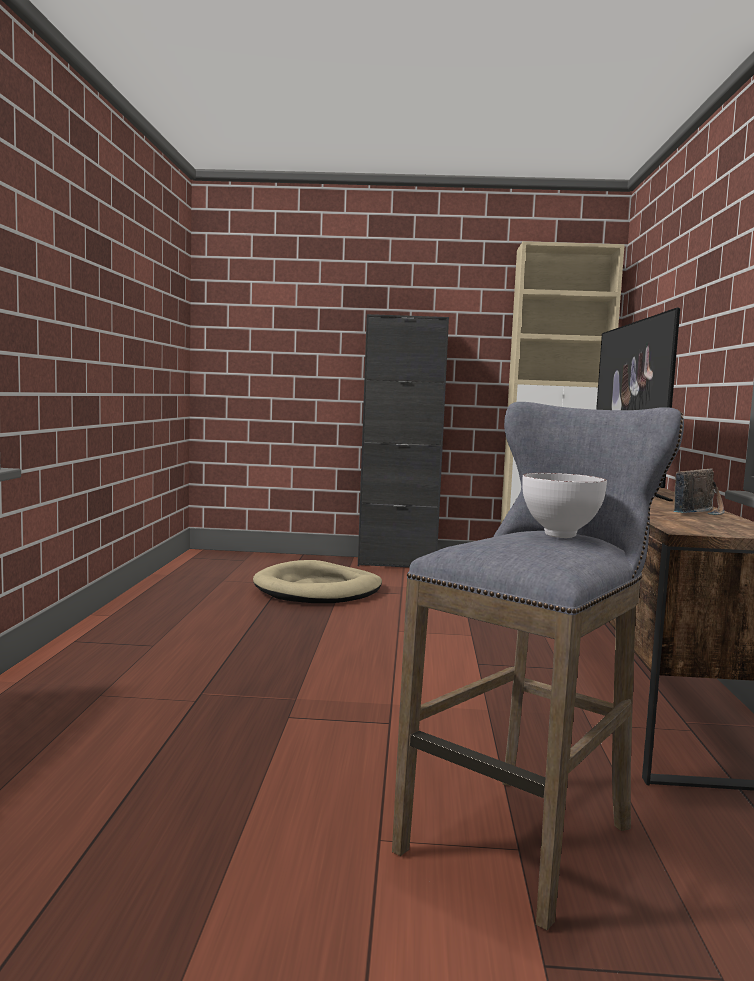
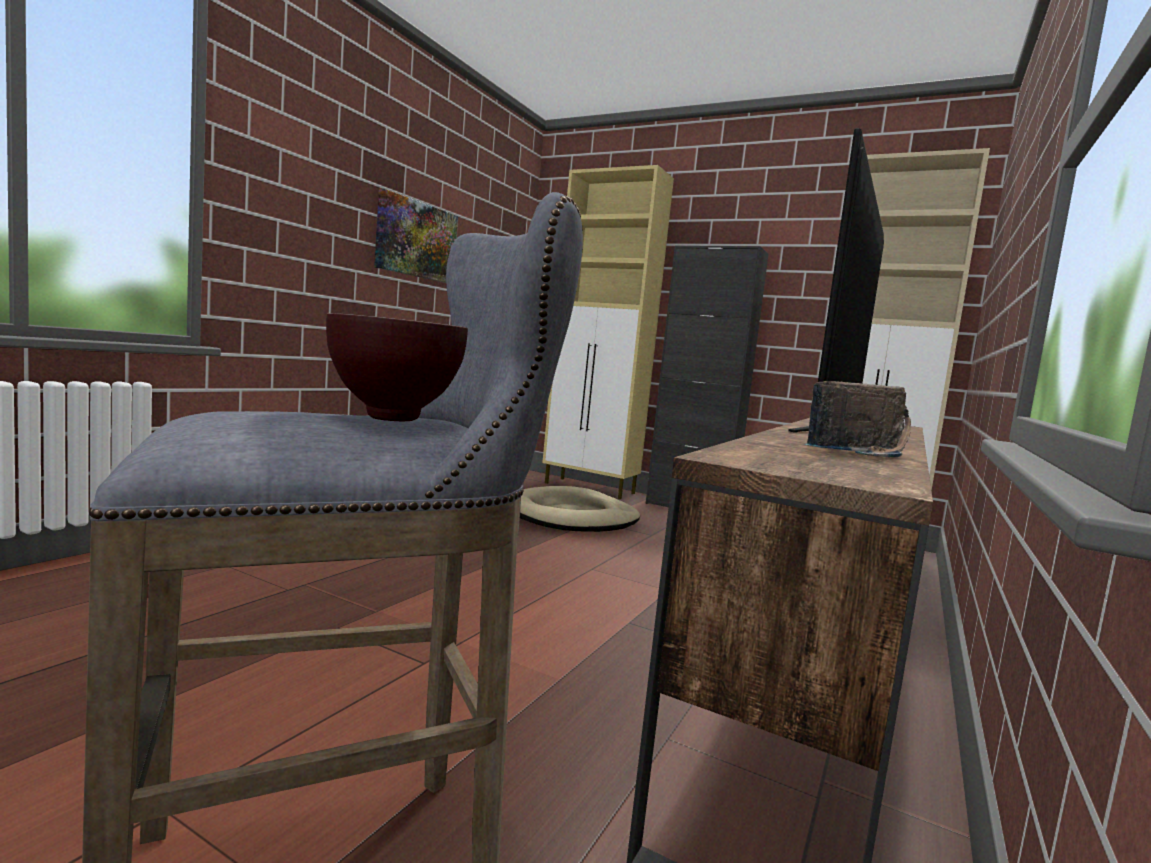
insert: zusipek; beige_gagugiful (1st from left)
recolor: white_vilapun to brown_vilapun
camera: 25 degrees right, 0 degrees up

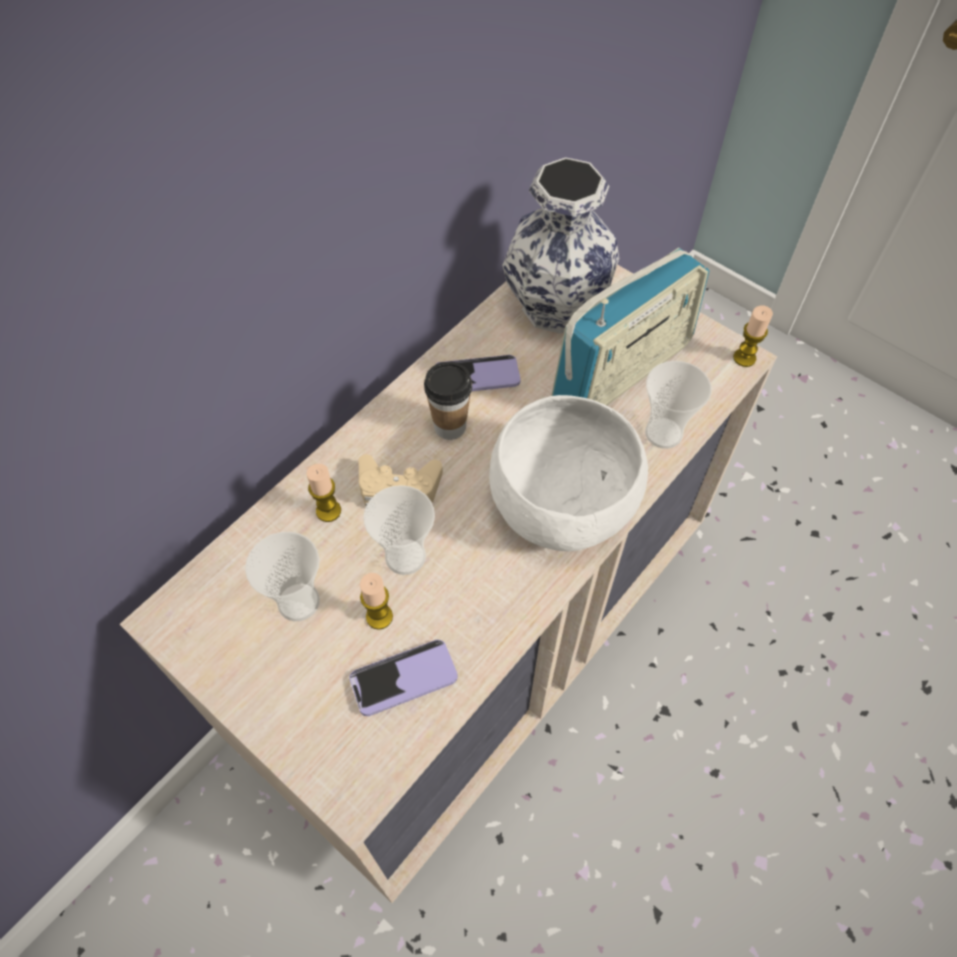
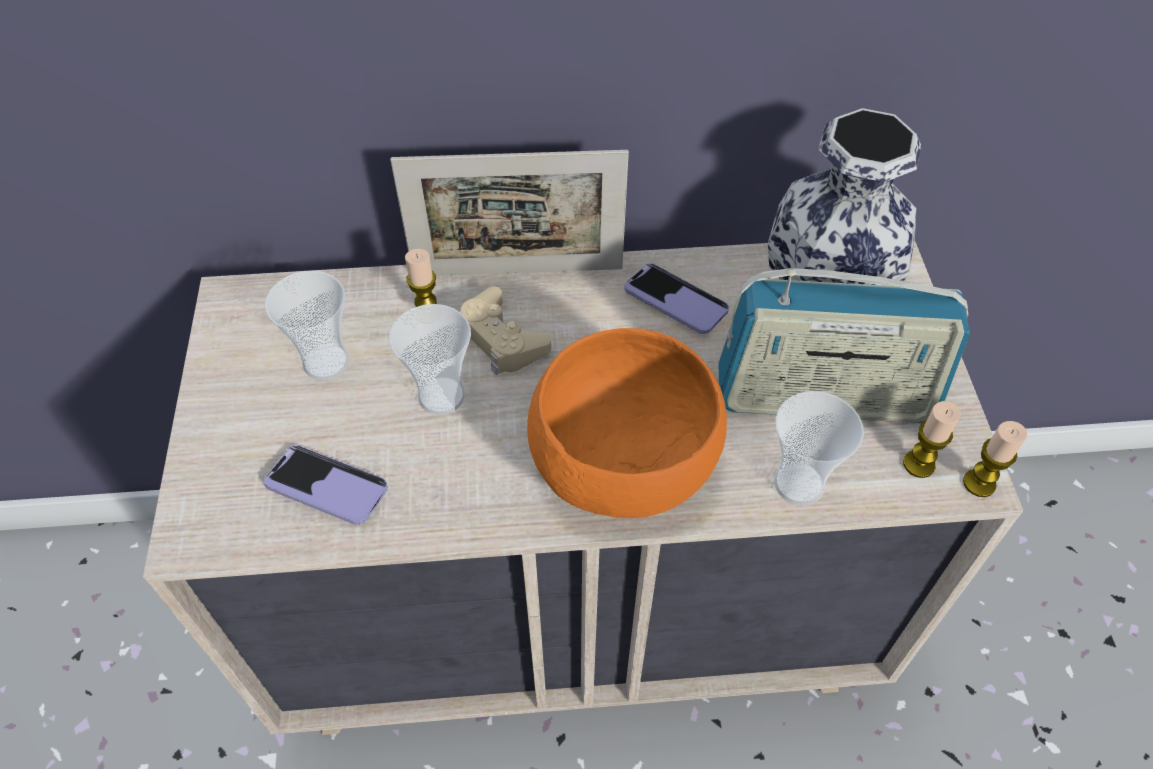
delete: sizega (3rd from left)
insert: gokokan
move: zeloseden (2nd from left)
recolor: white_vilapun to orange_vilapun
camera: 45 degrees right, 5 degrees down

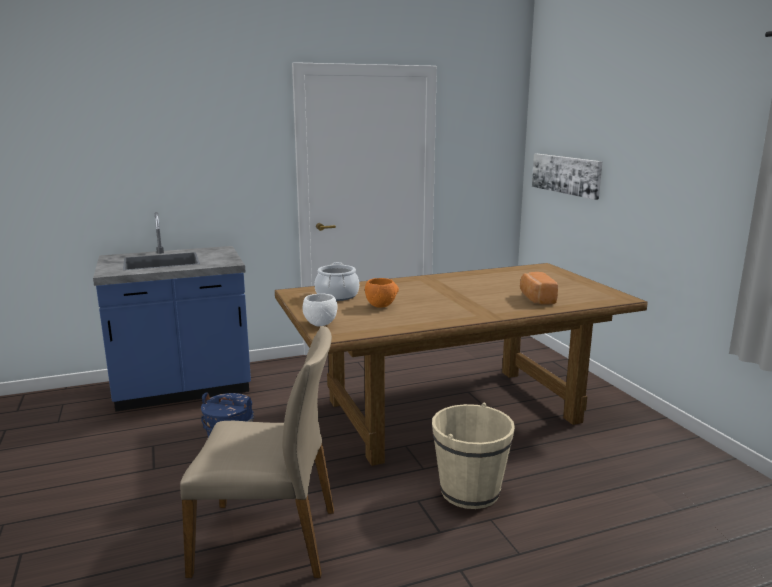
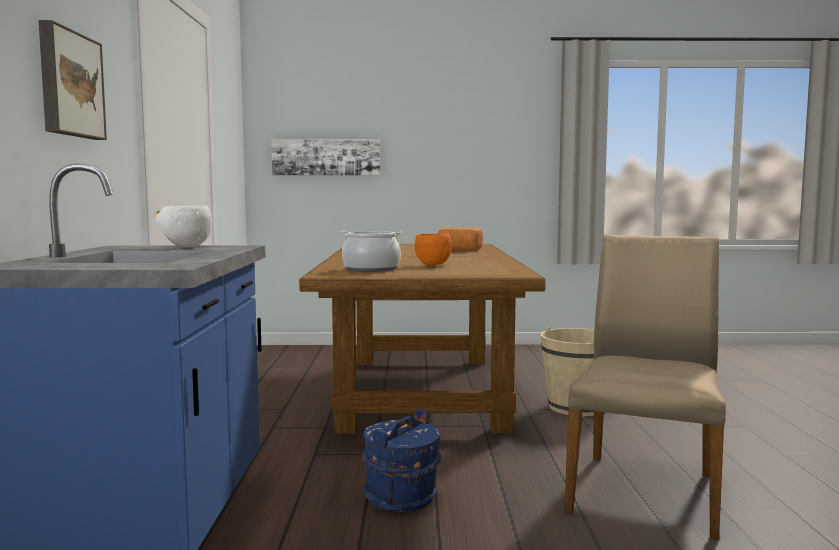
insert: zusipek (1st from left)
move: white_vilapun
camera: 70 degrees left, 10 degrees down

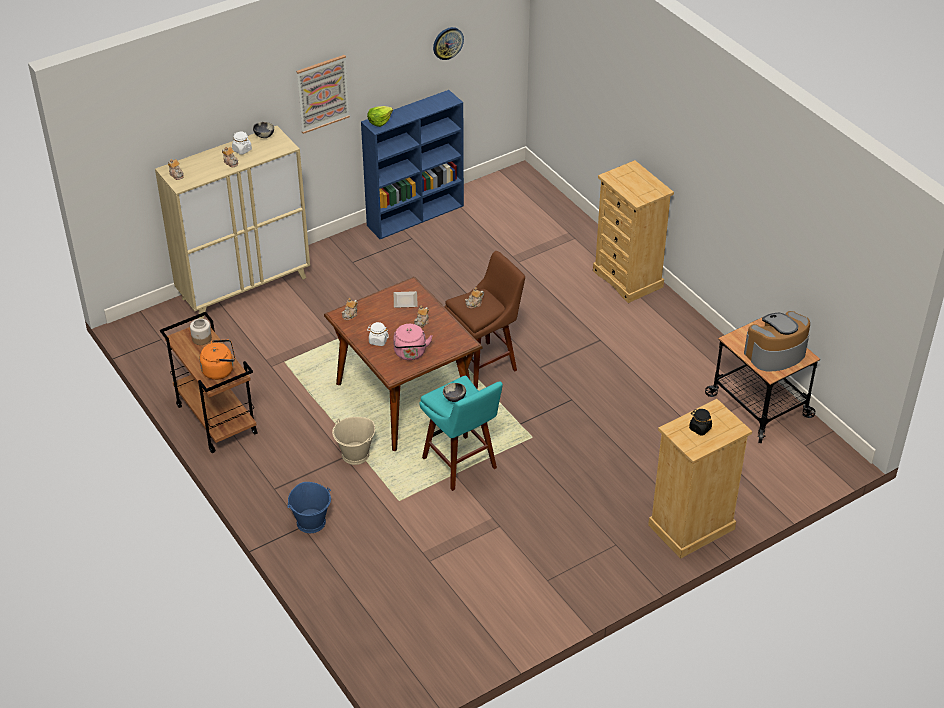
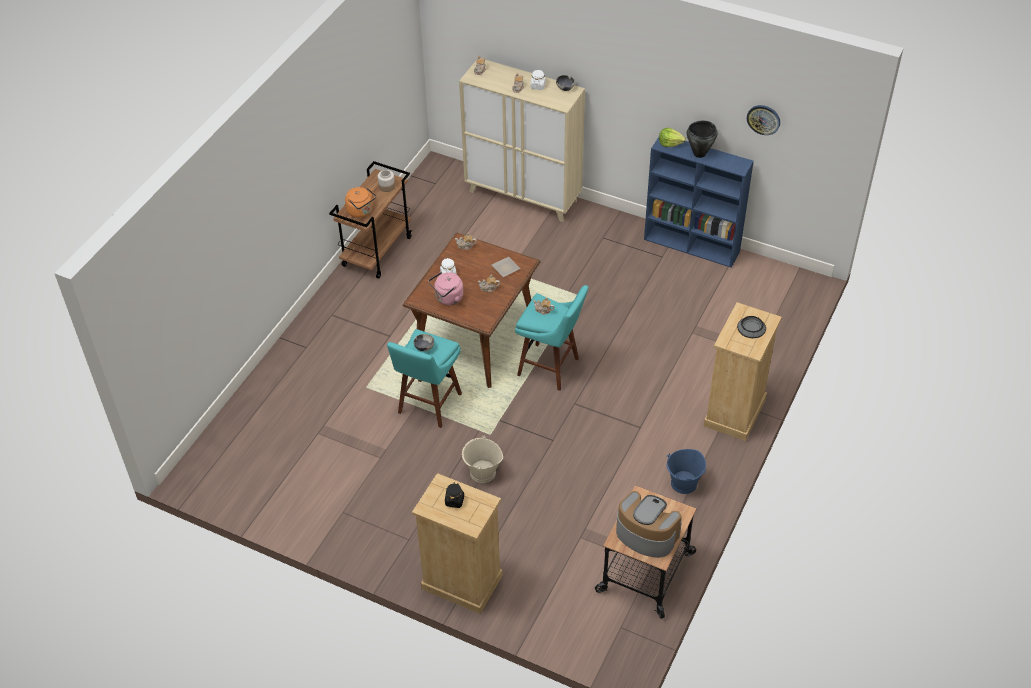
delete: zusipek
insert: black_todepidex; vilapun (3rd from left)
move: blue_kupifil; beige_kupifil
recolor: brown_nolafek to turquoise_nolafek (2nd from left)
camera: 60 degrees right, 5 degrees up

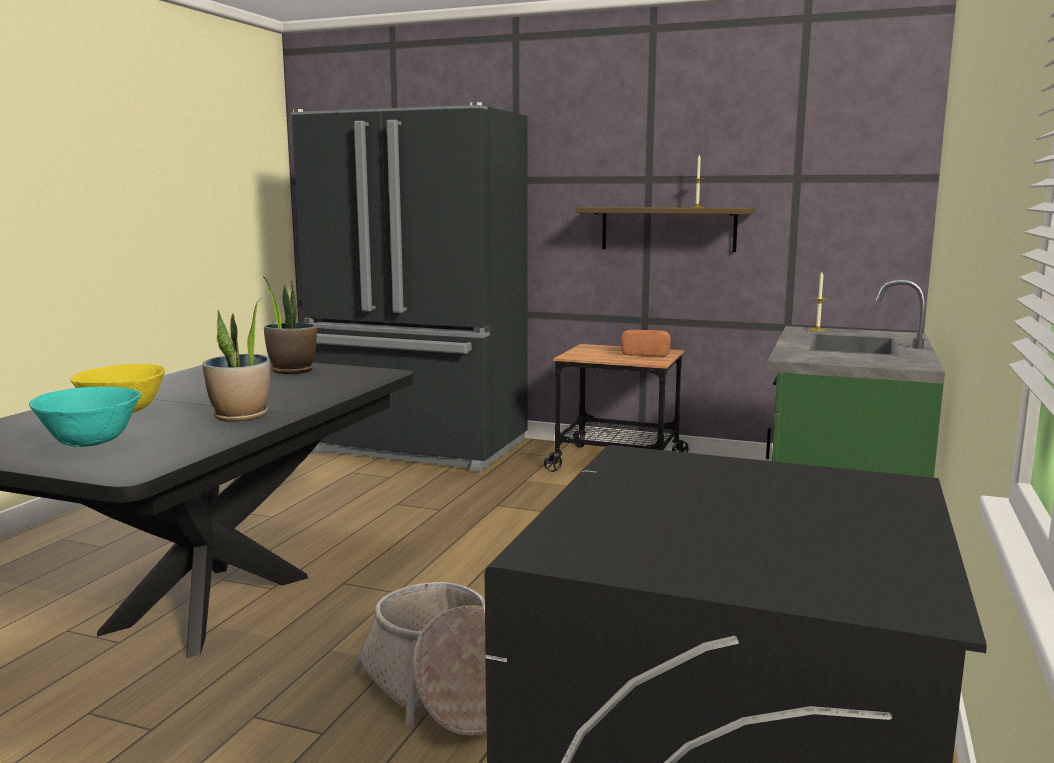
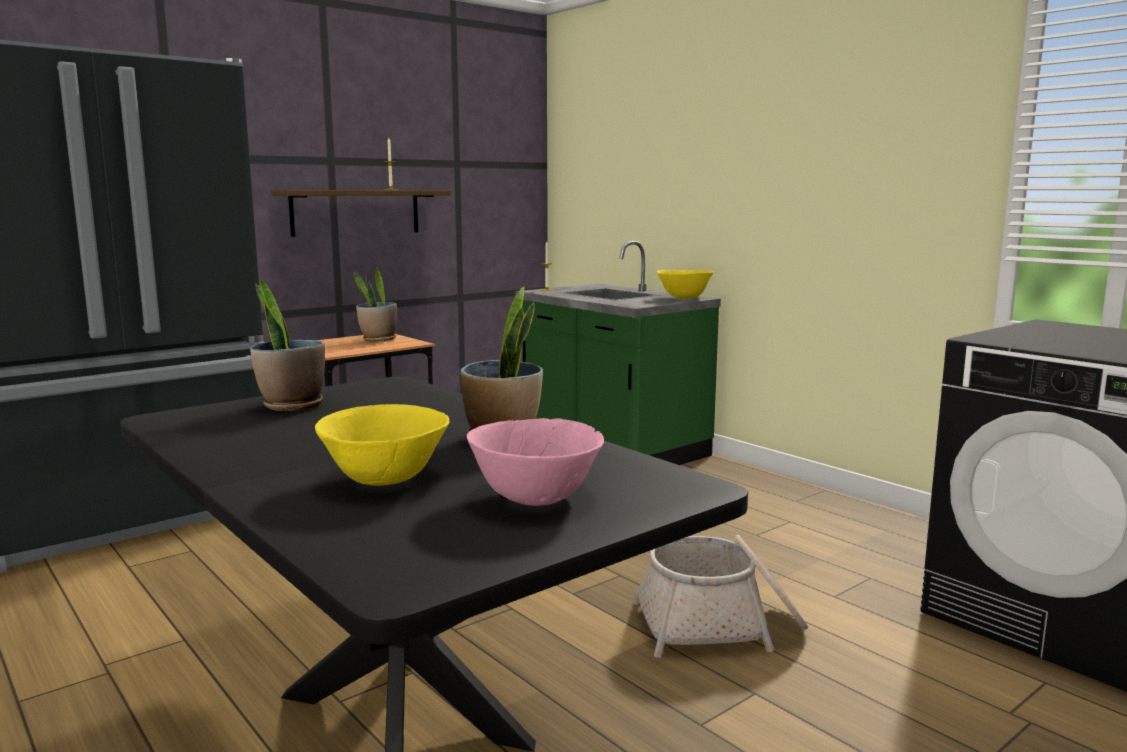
insert: yellow_vilapun (2nd from left)
replace: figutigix to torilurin (2nd from left)
recolor: turquoise_vilapun to pink_vilapun
camera: 60 degrees left, 0 degrees up

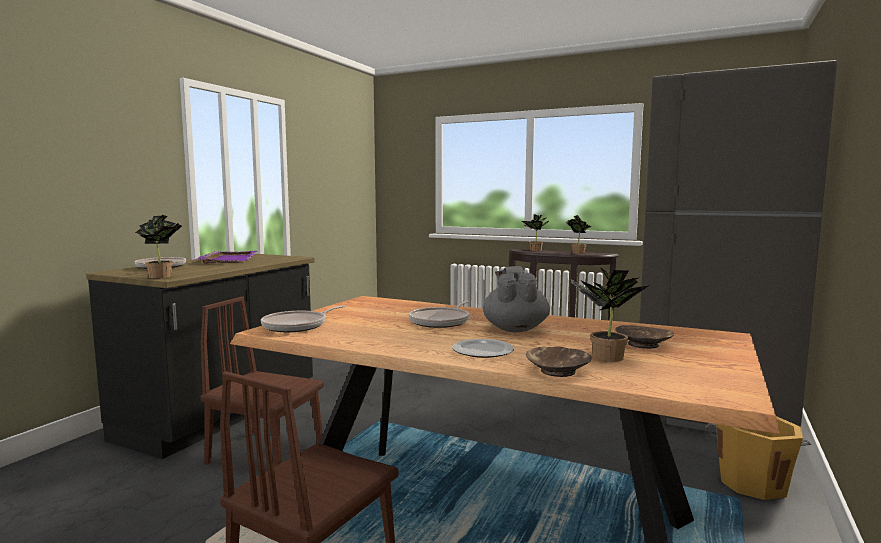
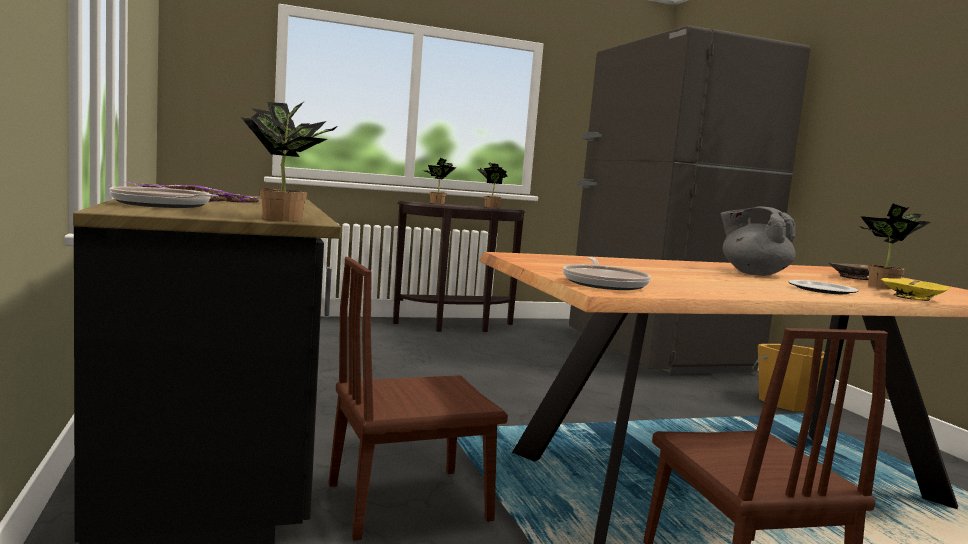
delete: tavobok (3rd from left)
recolor: brown_vilapun (1st from left) to yellow_vilapun
camera: 45 degrees left, 0 degrees up

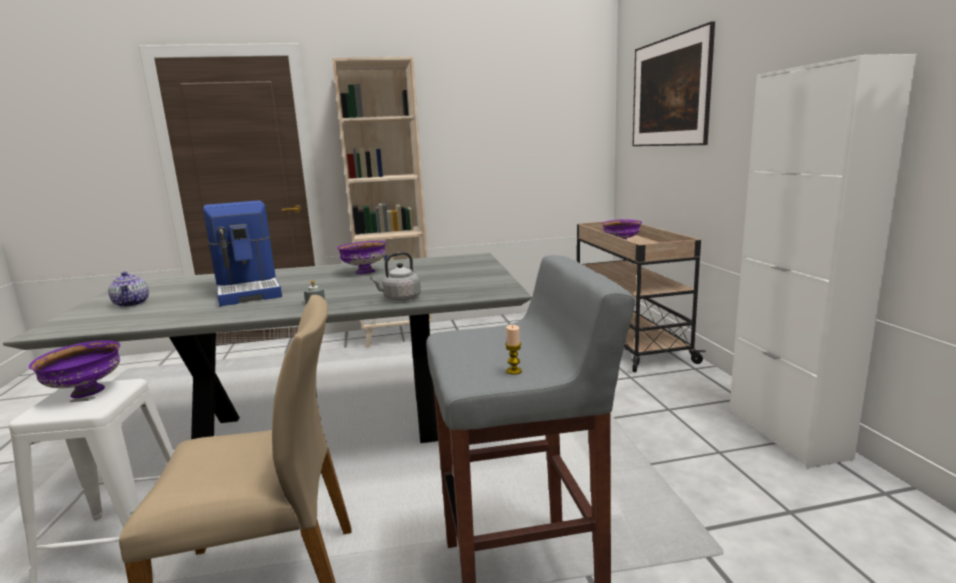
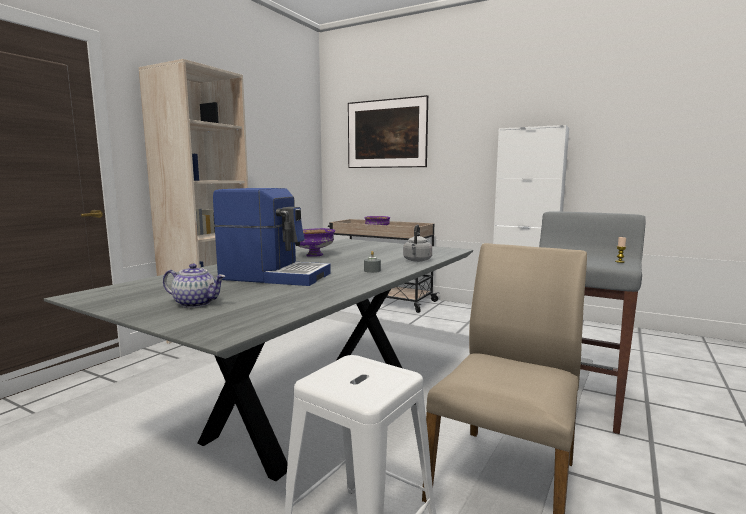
delete: purple_vilapun (1st from left)
camera: 50 degrees left, 5 degrees down

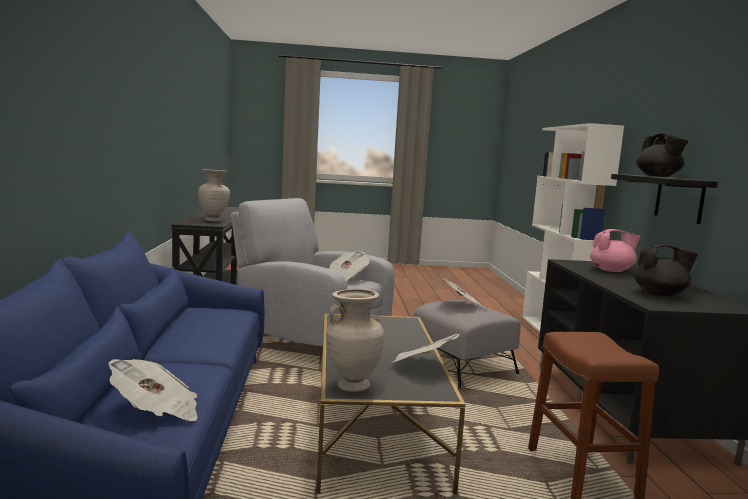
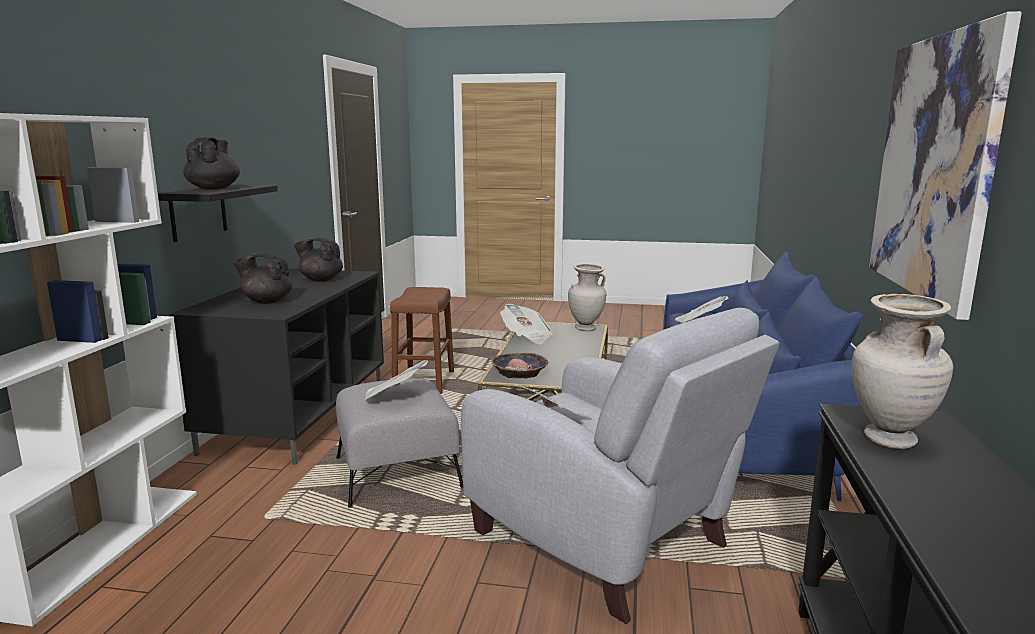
insert: vilapun; zusipek
recolor: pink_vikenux to black_vikenux (2nd from left)
camera: 165 degrees left, 5 degrees up

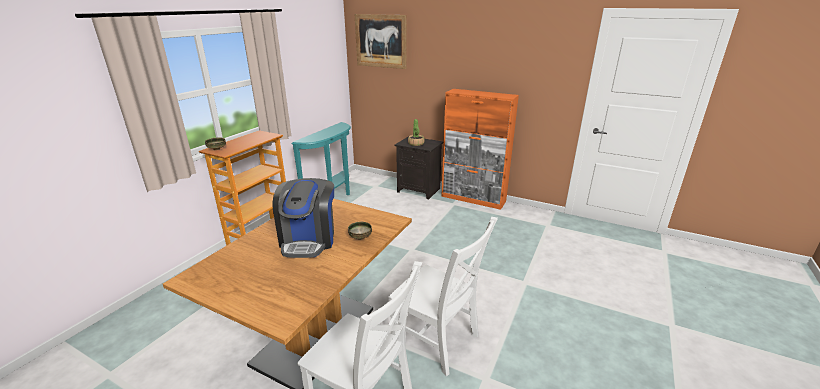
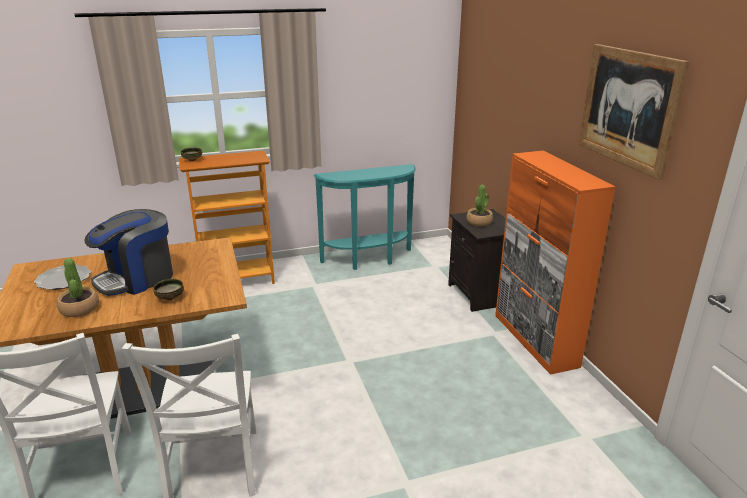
insert: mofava; torilurin (1st from left)
move: zusipek
camera: 45 degrees right, 0 degrees up

